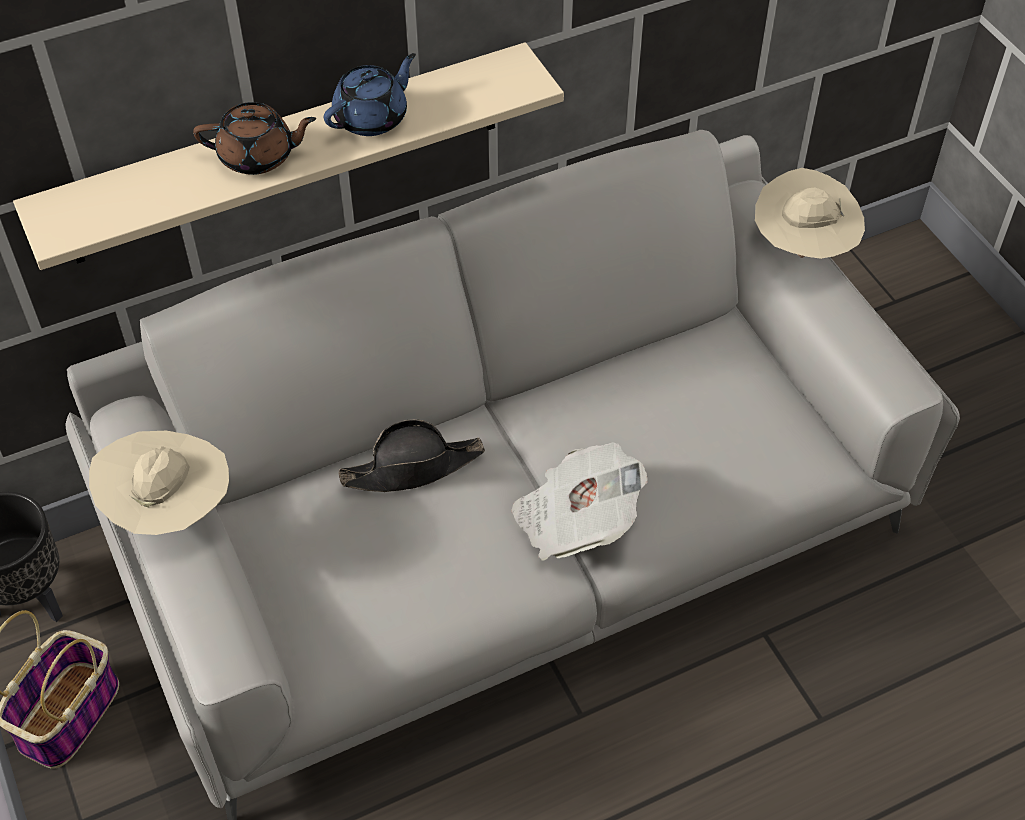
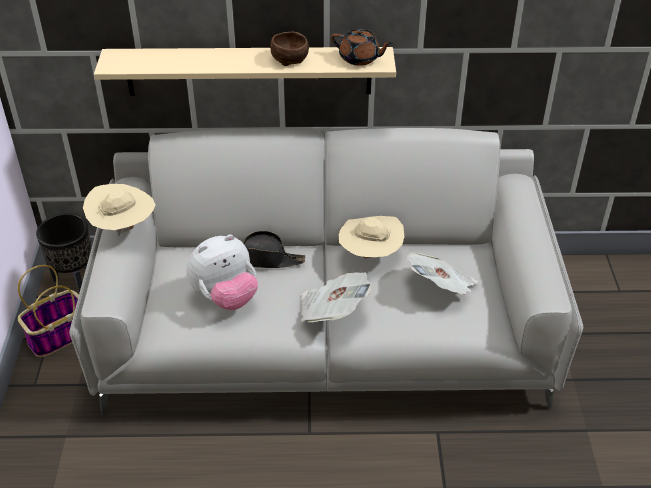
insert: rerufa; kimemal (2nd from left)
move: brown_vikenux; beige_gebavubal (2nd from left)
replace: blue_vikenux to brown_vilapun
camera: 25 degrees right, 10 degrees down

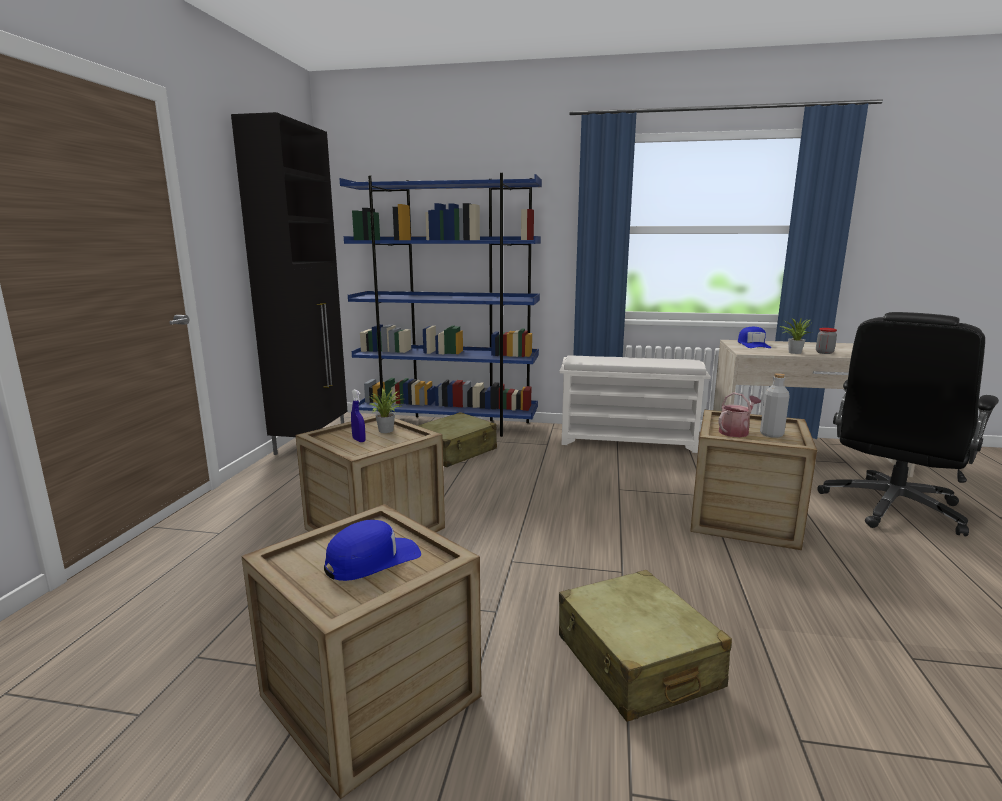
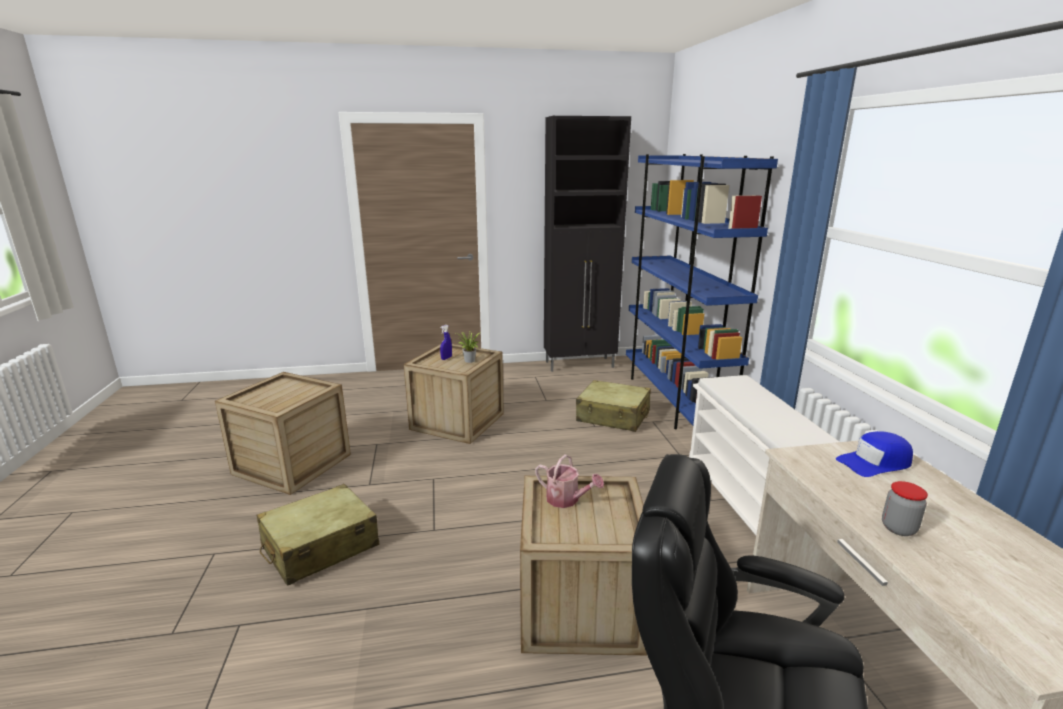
delete: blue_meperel (1st from left); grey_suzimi; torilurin (2nd from left)
camera: 70 degrees right, 5 degrees up

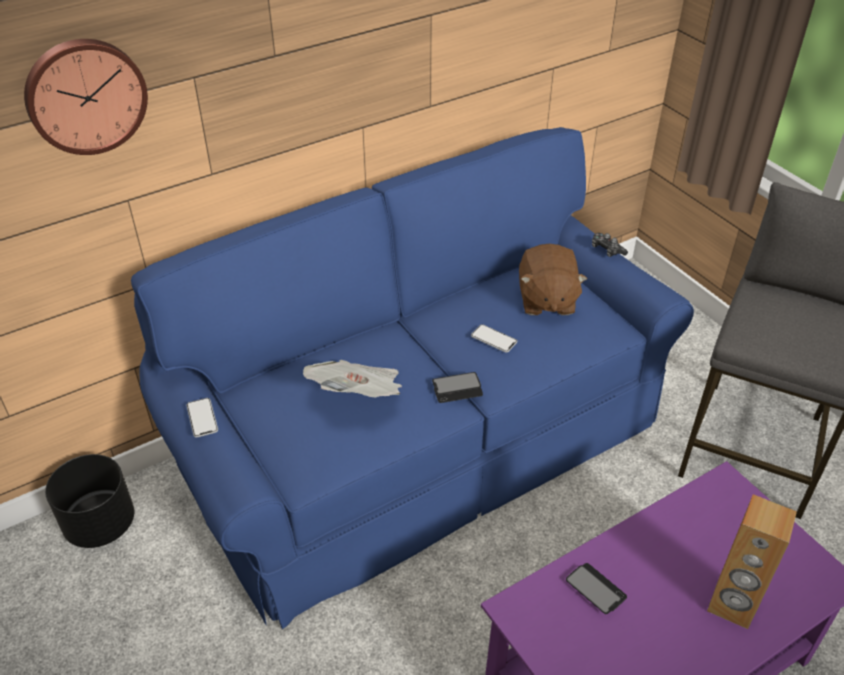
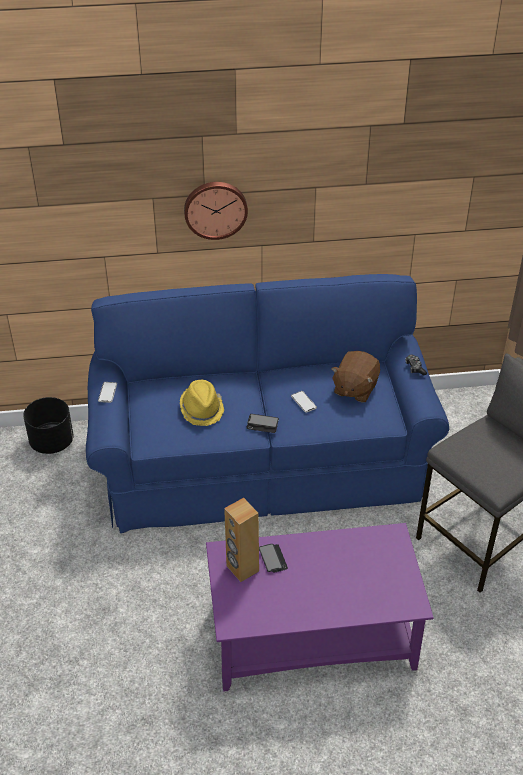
move: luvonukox; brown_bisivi
replace: kimemal to yellow_gebavubal
camera: 25 degrees right, 0 degrees up

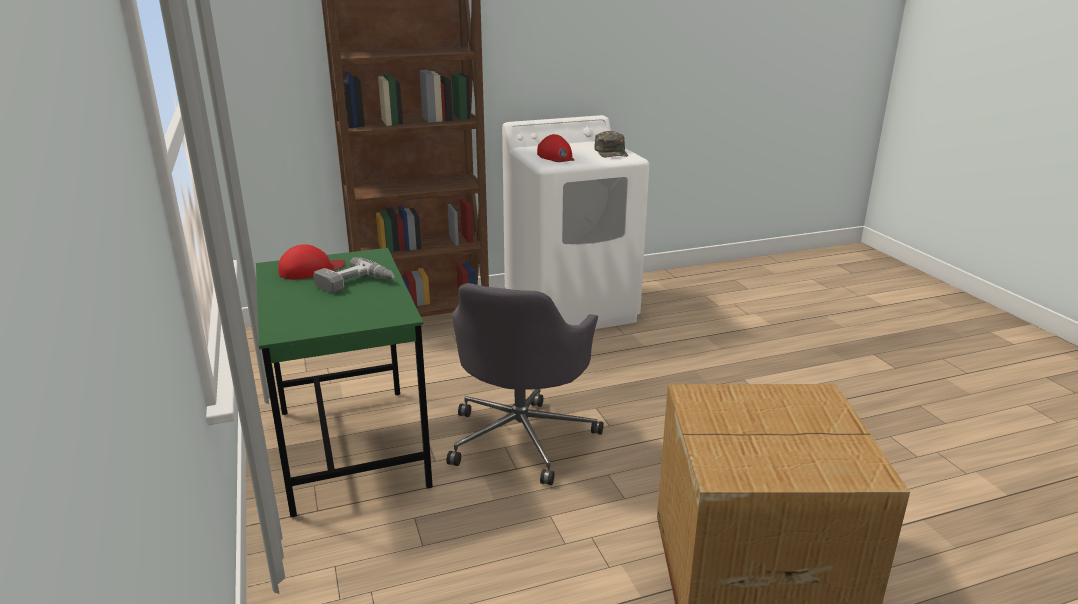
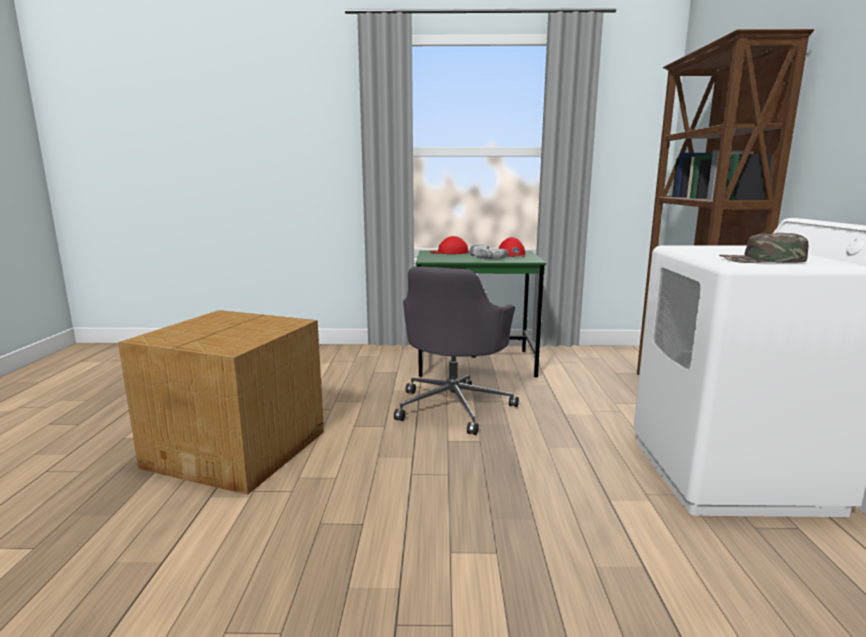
move: red_meperel (2nd from left in the first image) to red_meperel (1st from left)
rotate: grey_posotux 105 degrees counterclockwise
camera: 110 degrees right, 10 degrees down

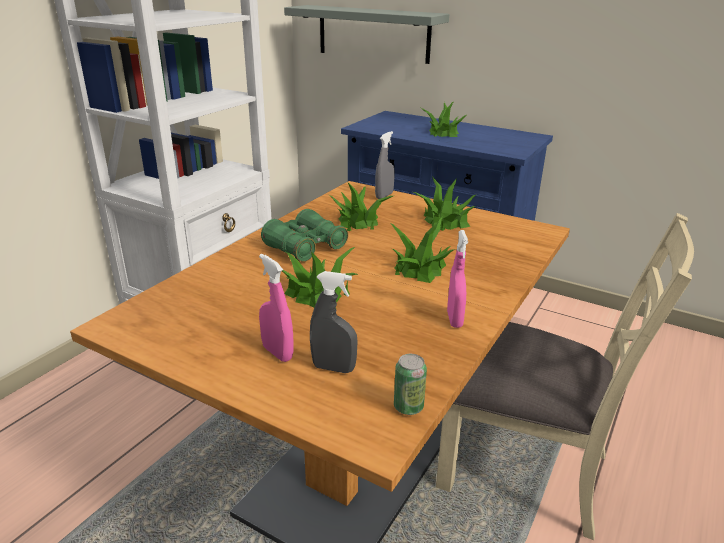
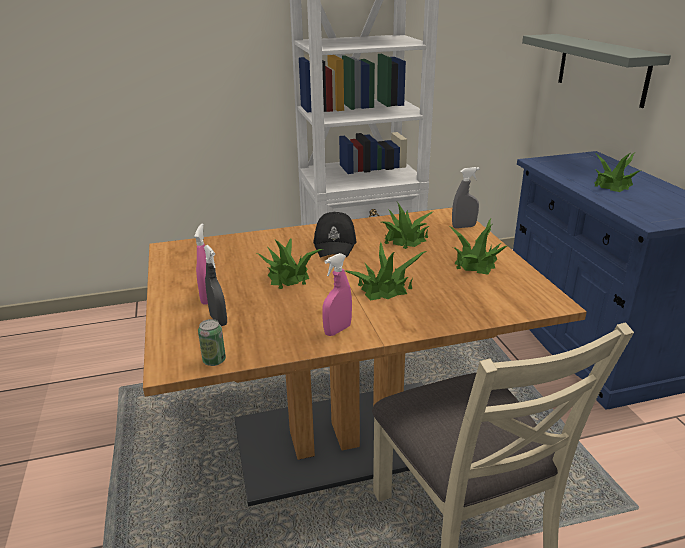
replace: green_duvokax to black_meperel
camera: 45 degrees right, 0 degrees up

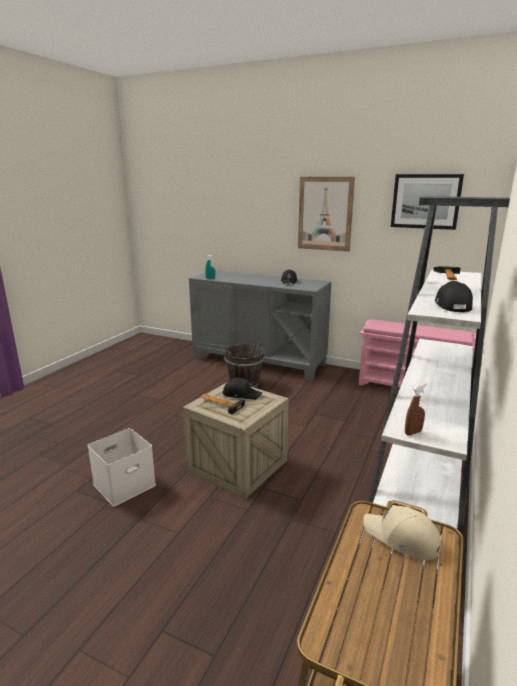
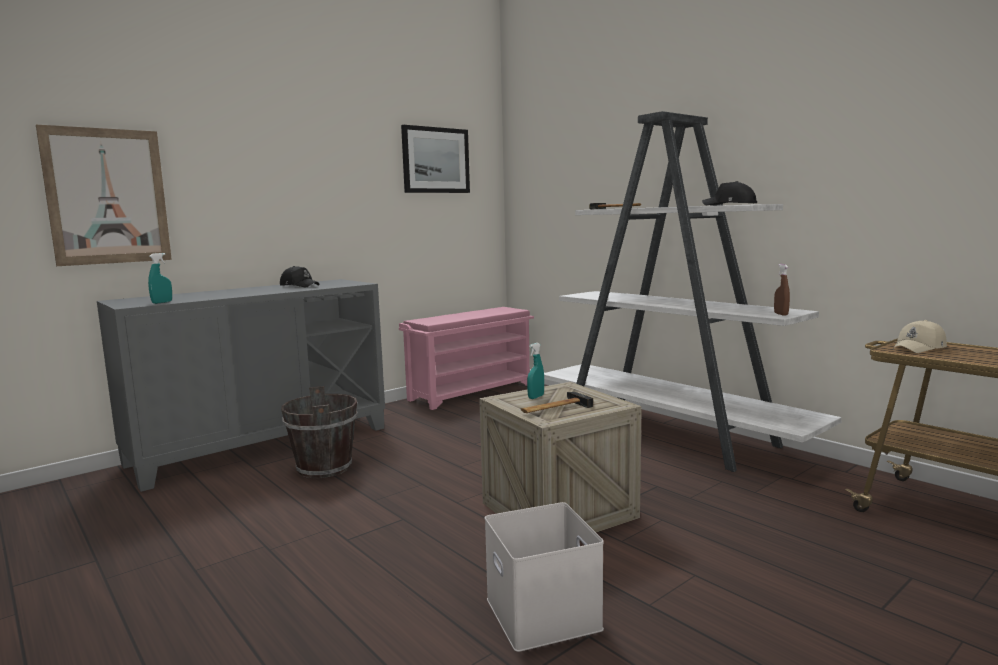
move: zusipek (1st from left)
replace: black_meperel (1st from left) to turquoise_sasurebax (2nd from left)
camera: 65 degrees left, 10 degrees down

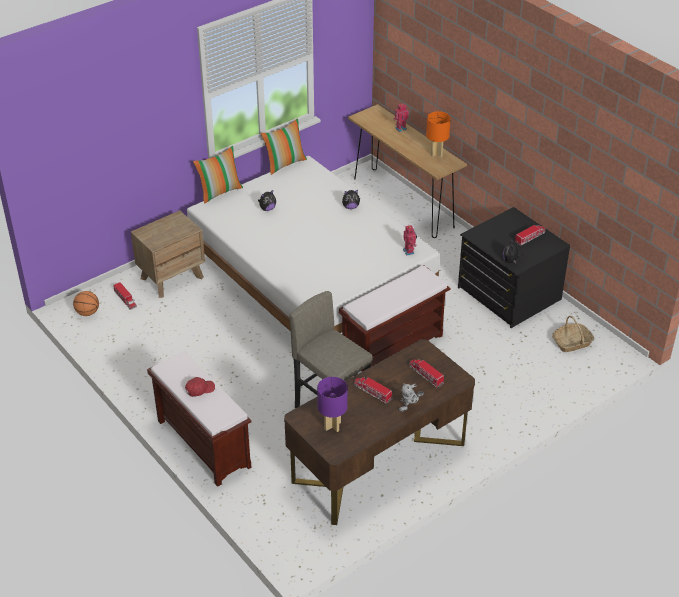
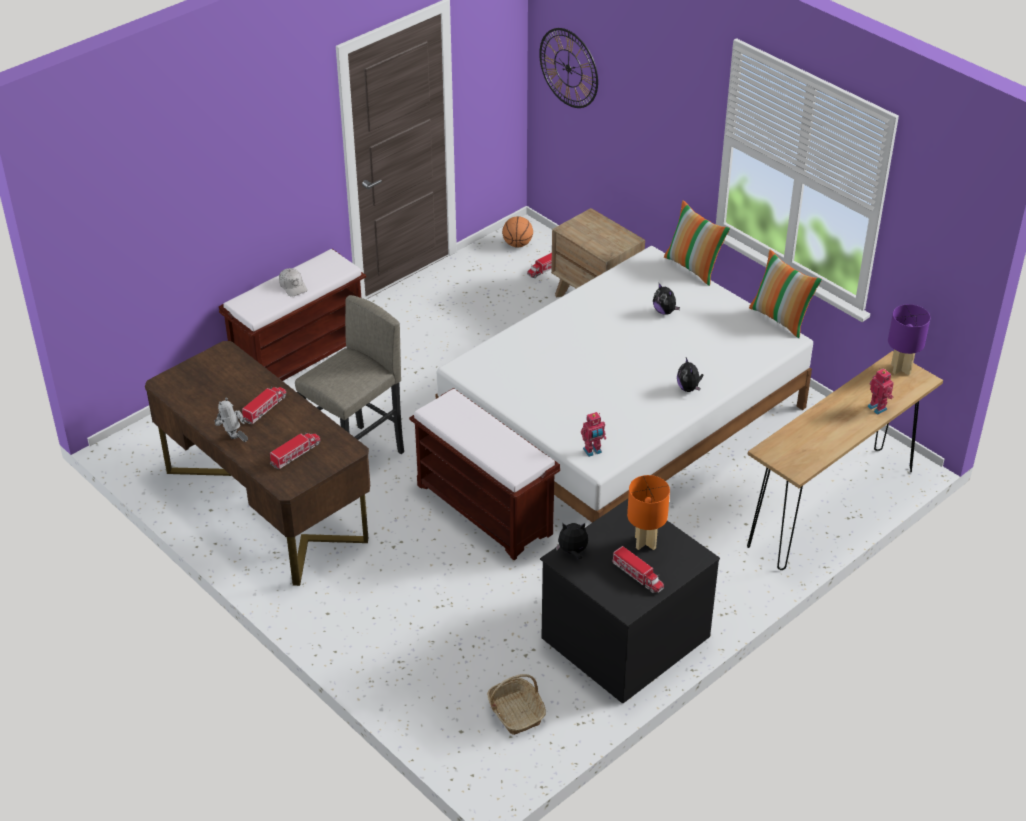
insert: luvonukox
move: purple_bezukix; orange_bezukix
recolor: red_meperel to white_meperel
camera: 85 degrees right, 0 degrees up

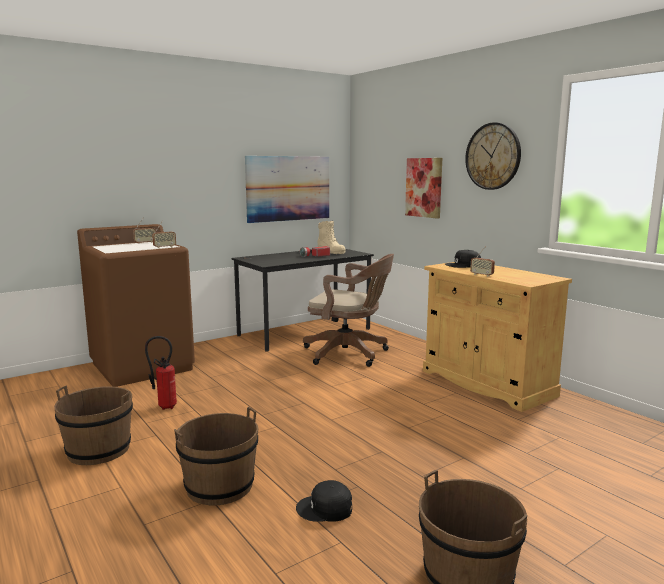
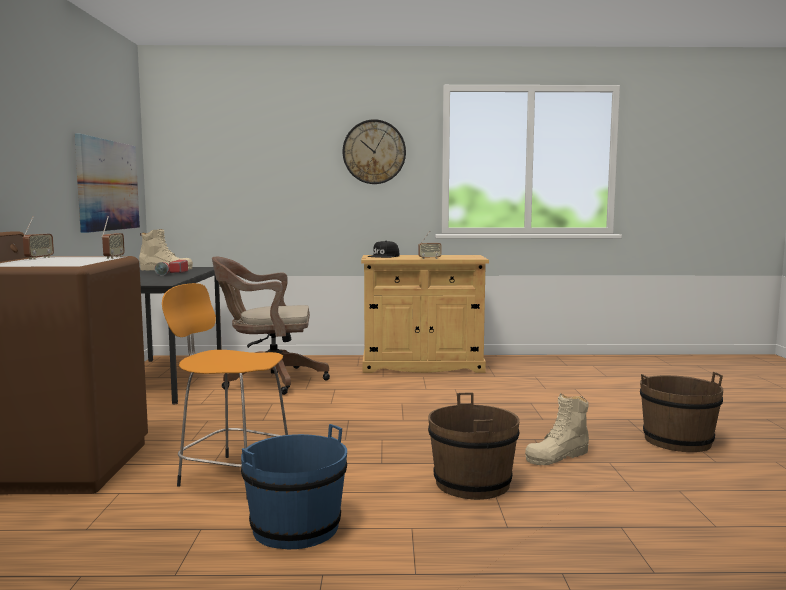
delete: zusipek (2nd from left)
replace: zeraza to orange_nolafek; black_meperel (1st from left) to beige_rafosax (2nd from left)
recolor: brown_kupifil (1st from left) to blue_kupifil
rotate: brown_posotux 150 degrees counterclockwise
camera: 55 degrees left, 5 degrees down

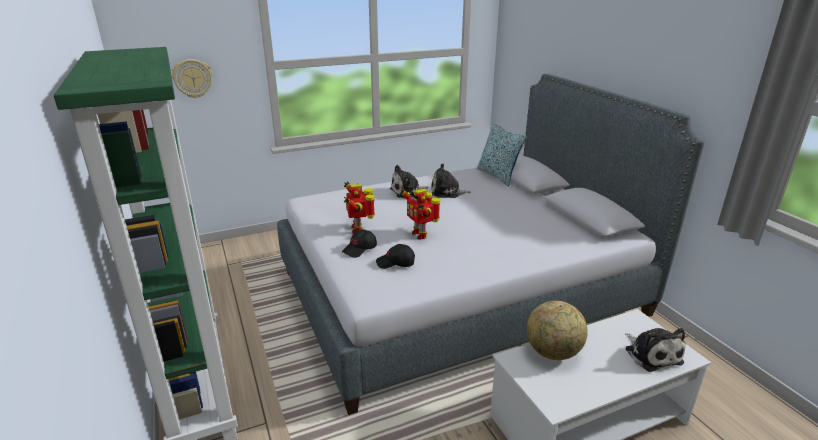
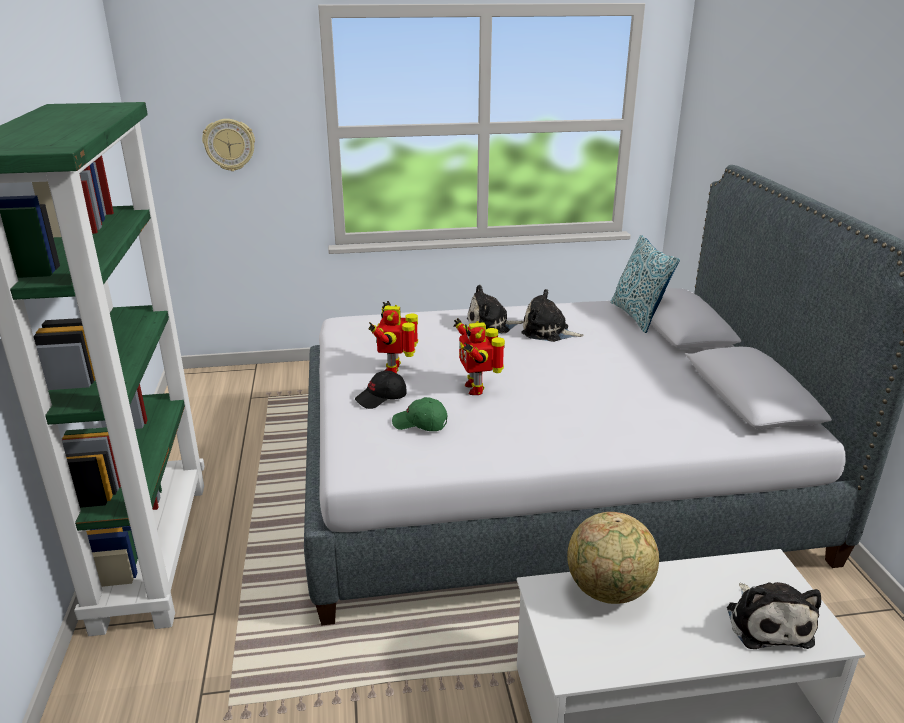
recolor: black_meperel (2nd from left) to green_meperel
camera: 15 degrees right, 0 degrees up

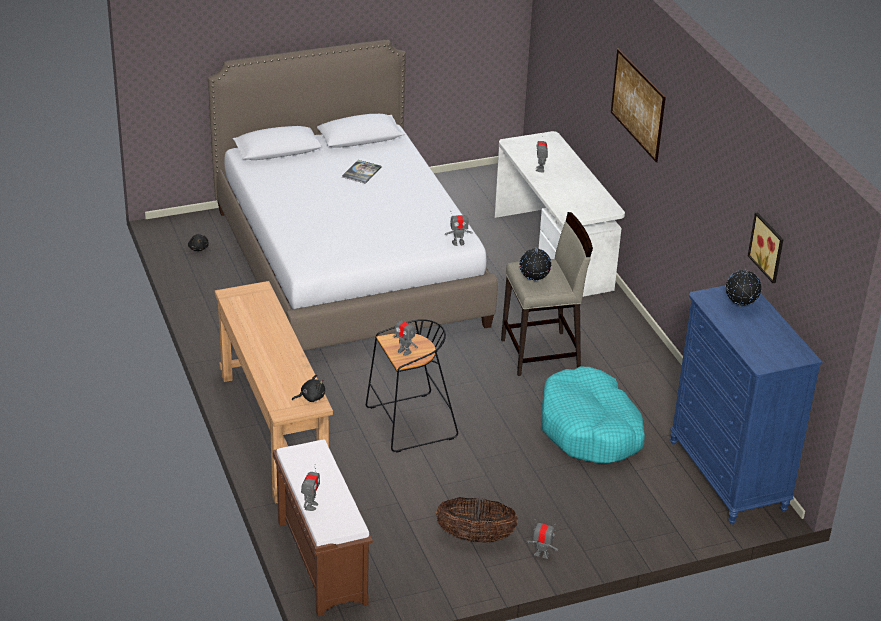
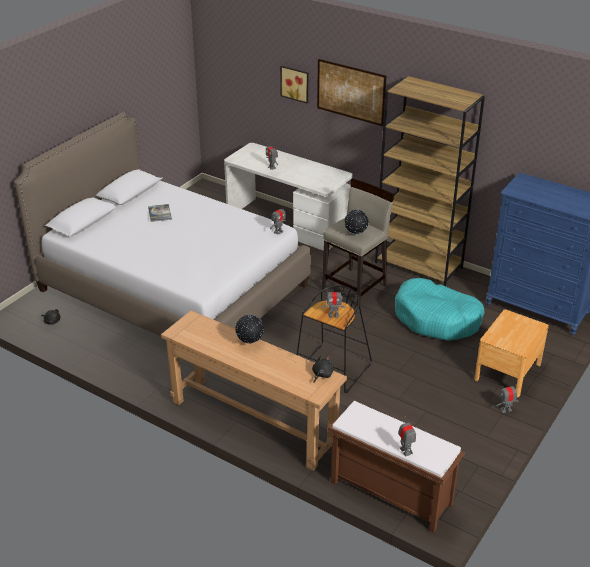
delete: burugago
insert: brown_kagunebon; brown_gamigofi
move: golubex (2nd from left in the first image) to golubex (1st from left); zusipek (2nd from left in the first image) to zusipek (1st from left)
camera: 35 degrees left, 0 degrees up

